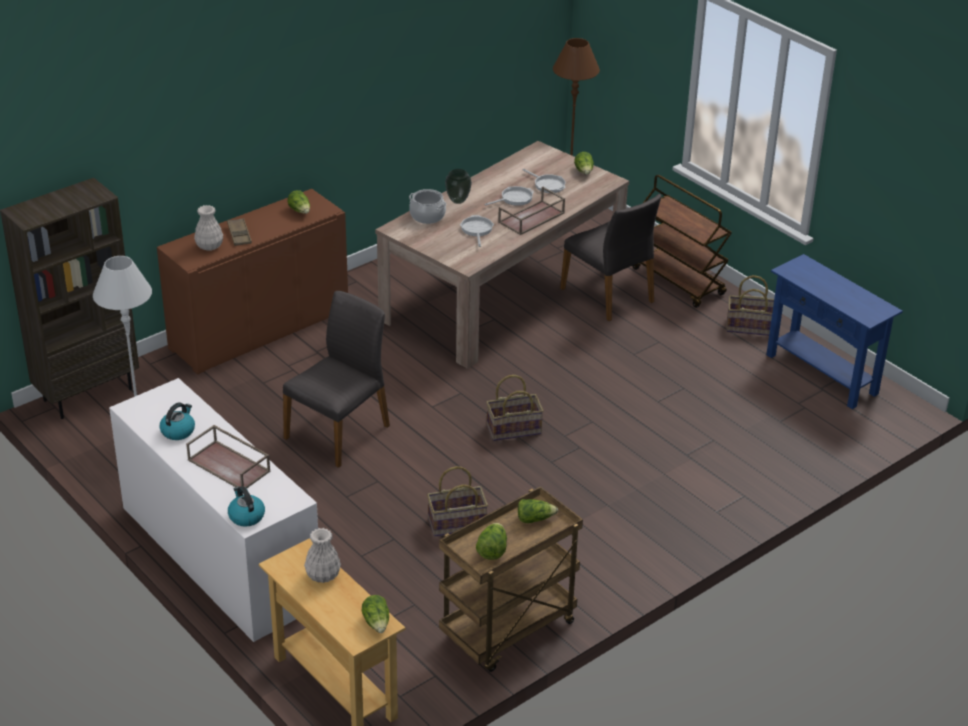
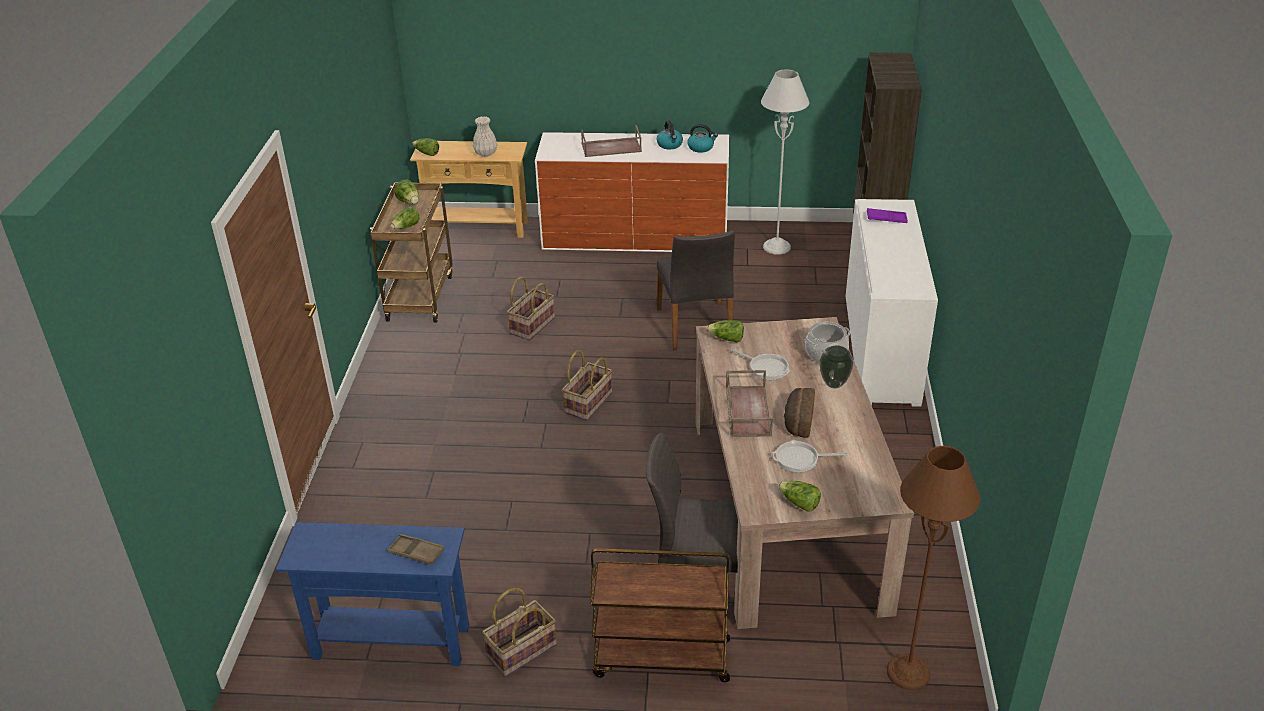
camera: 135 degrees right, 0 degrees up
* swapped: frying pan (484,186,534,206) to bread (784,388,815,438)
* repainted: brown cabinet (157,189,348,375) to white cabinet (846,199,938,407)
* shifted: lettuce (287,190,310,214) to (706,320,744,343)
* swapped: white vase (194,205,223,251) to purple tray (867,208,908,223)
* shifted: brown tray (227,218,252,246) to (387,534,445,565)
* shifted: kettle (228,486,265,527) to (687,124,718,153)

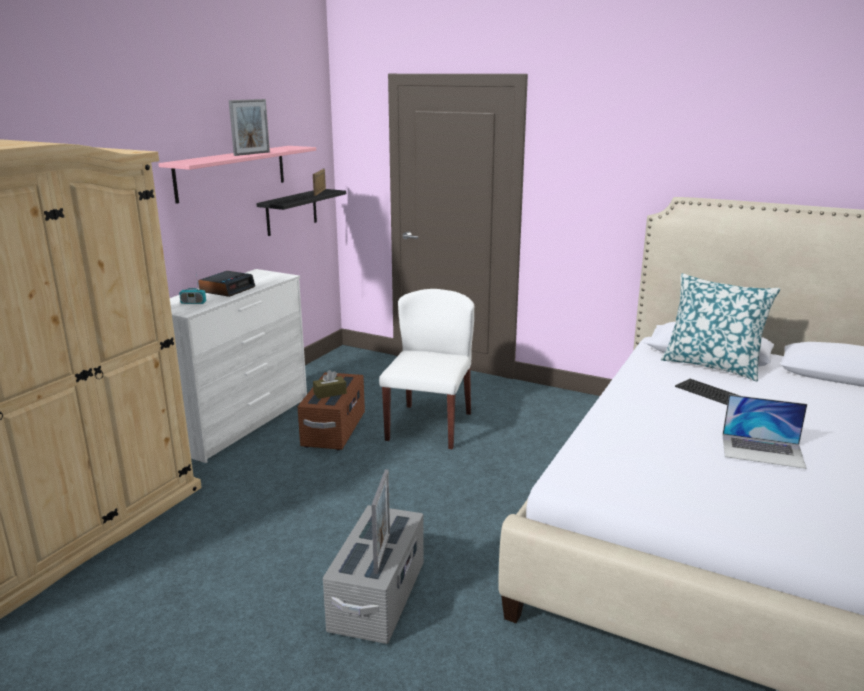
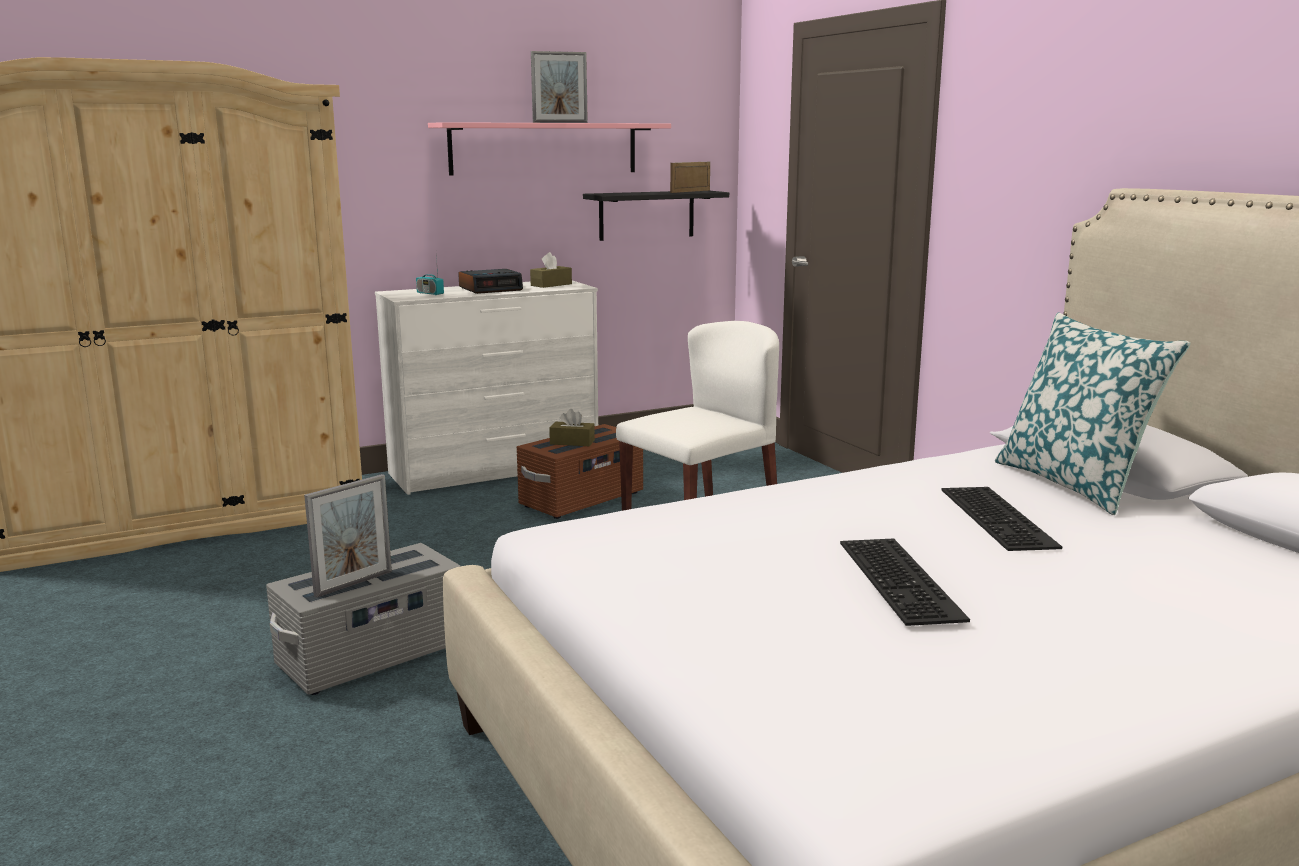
camera: 35 degrees right, 5 degrees down
* swapped: laptop (723,394,807,469) to keyboard (840,538,970,626)
* new: brown tissue box (530,252,572,288)

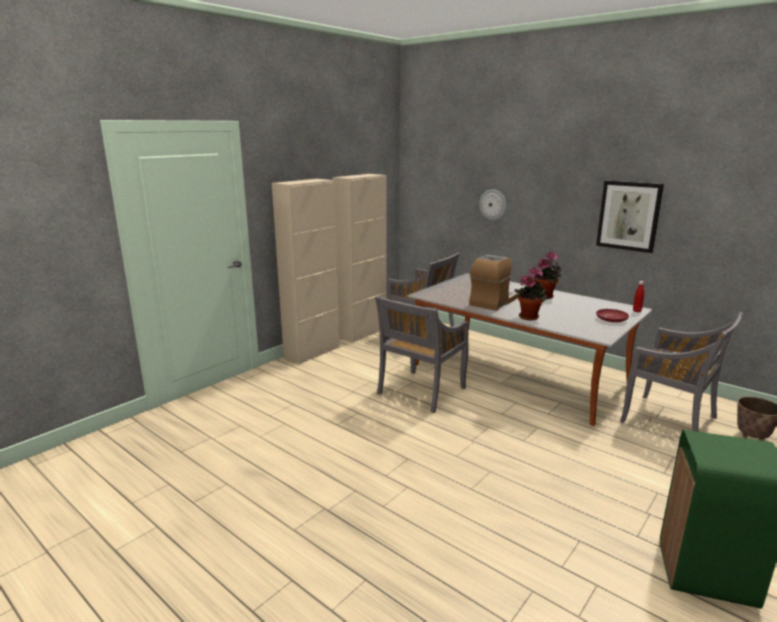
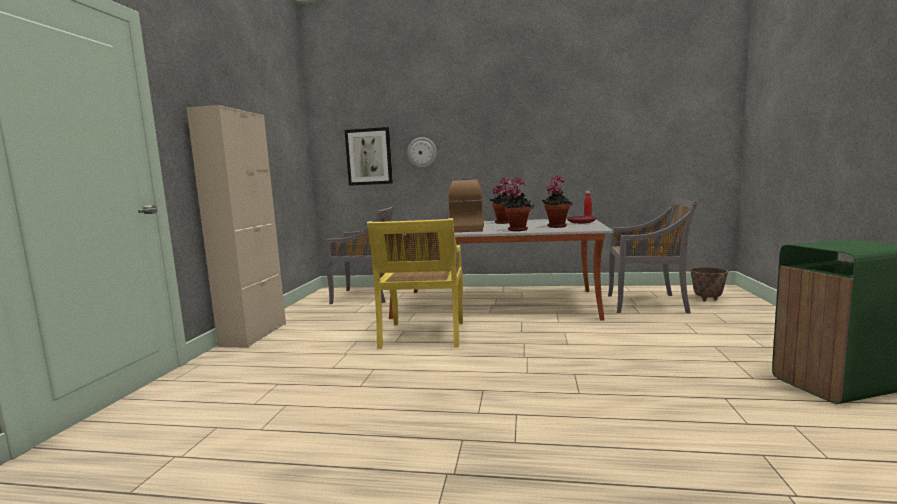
camera: 30 degrees left, 10 degrees down
* gone: beige cabinet (332,174,387,343)
* shifted: picture (596,181,664,253) to (345,127,393,186)
* repainted: grey chair (375,296,469,413) to yellow chair (367,218,463,348)
* new: potted plant (542,175,573,228)

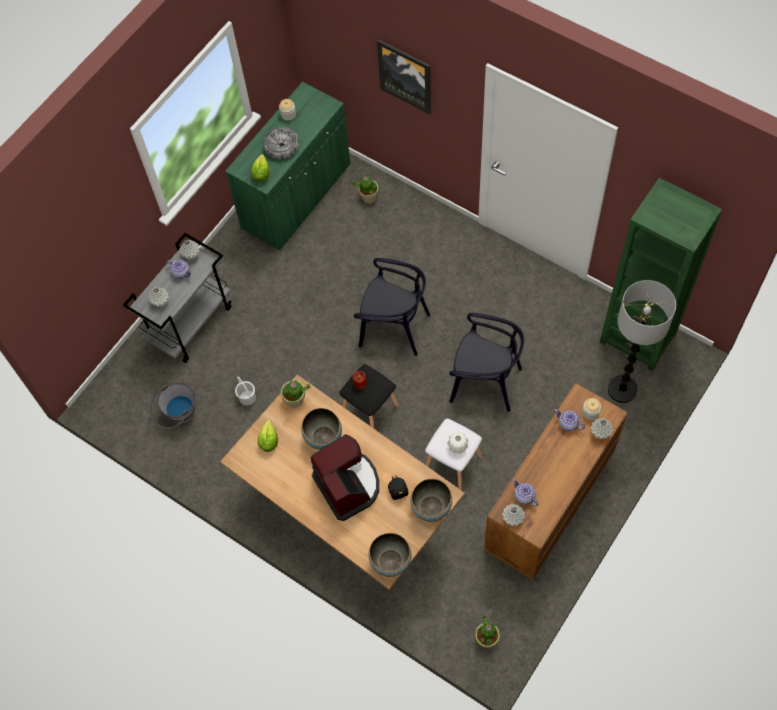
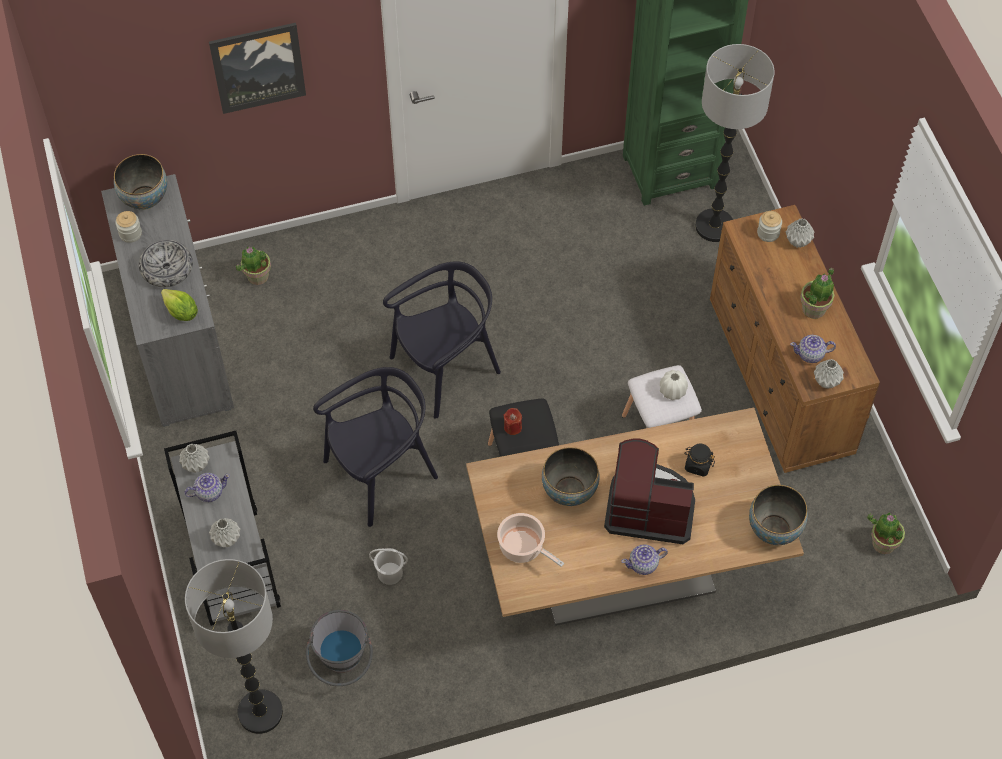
camera: 55 degrees left, 5 degrees down
* repainted: green cabinet (225,82,351,251) to grey cabinet (101,174,234,427)
* shifted: black chair (449,313,524,412) to (313,367,438,527)
* shifted: potted plant (281,380,310,407) to (800,268,834,319)
* shifted: teapot (555,409,585,431) to (621,544,668,575)
* swapped: lettuce (258,420,278,452) to cooking pot (497,513,564,567)
* shifted: bowl (410,479,452,522) to (114,154,167,210)
* new: floor lamp (185,559,283,734)

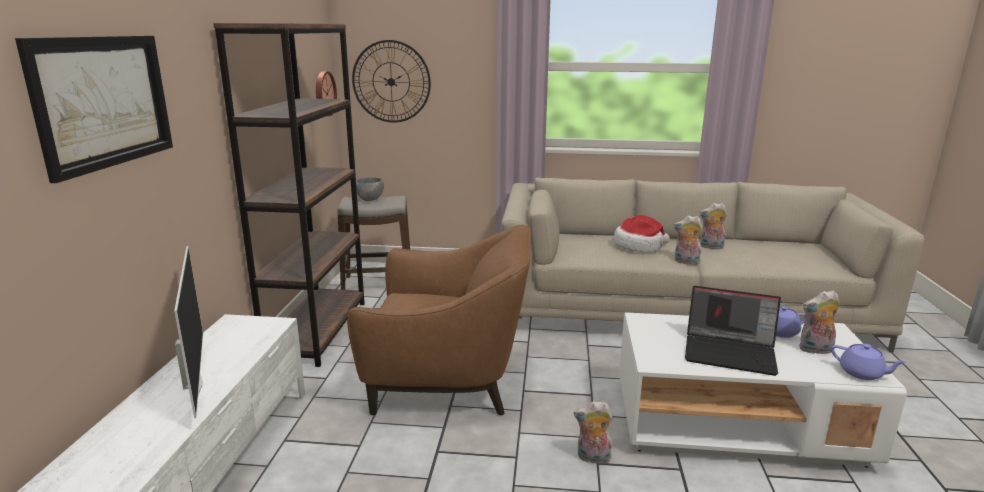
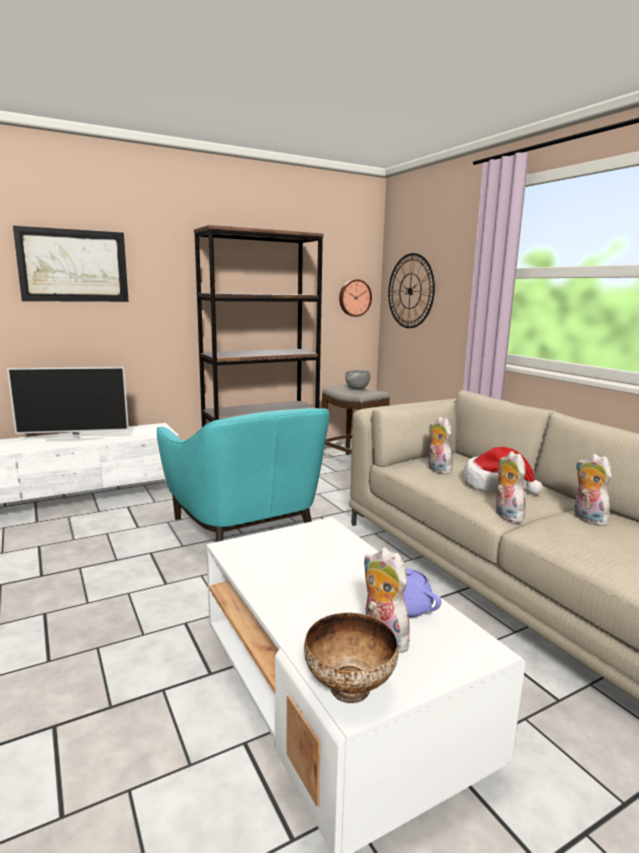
camera: 55 degrees right, 5 degrees down
* repainted: brown armchair (347,225,531,416) to turquoise armchair (157,408,330,542)
* rotated: television (174,246,203,418) = (7,367,129,441) 45 degrees clockwise
* gone: laptop (685,286,781,376)
* swapped: purple teapot (831,344,907,380) to bowl (304,613,399,703)
* shifted: plush toy (574,401,613,464) to (428,417,453,474)

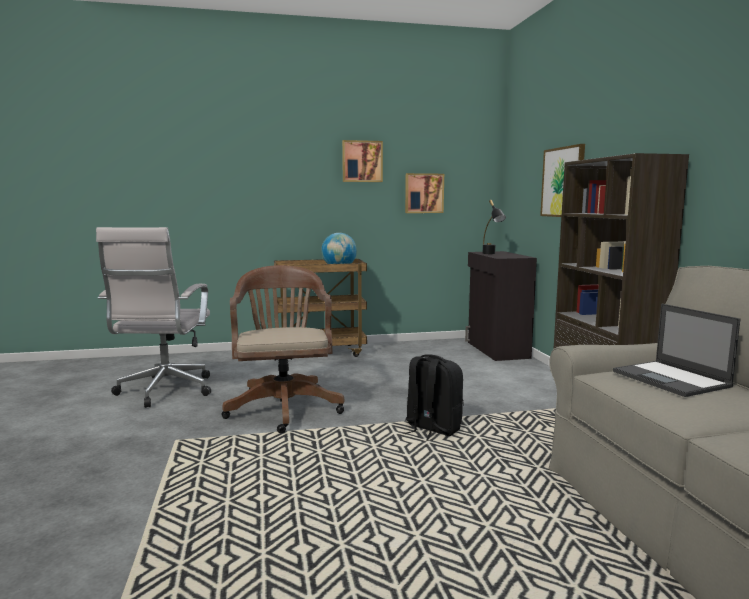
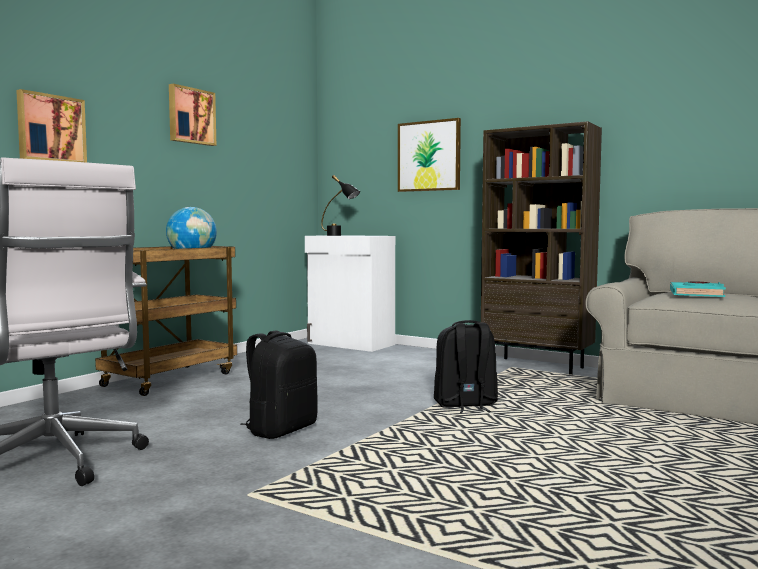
camera: 45 degrees left, 5 degrees down
* shifted: picture (405,173,444,213) to (16,89,87,163)
* repainted: black cabinet (465,251,537,361) to white cabinet (305,235,395,352)
* swapped: brown office chair (222,265,344,433) to black backpack (240,330,318,439)
* swapped: laptop (613,304,740,397) to turquoise book (670,281,726,297)

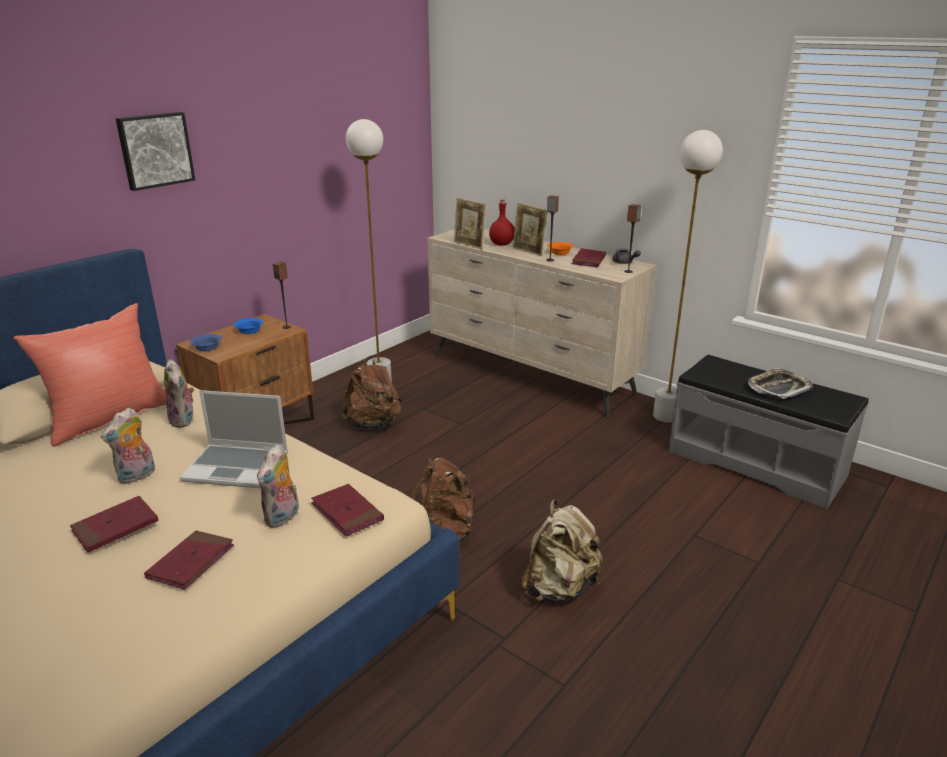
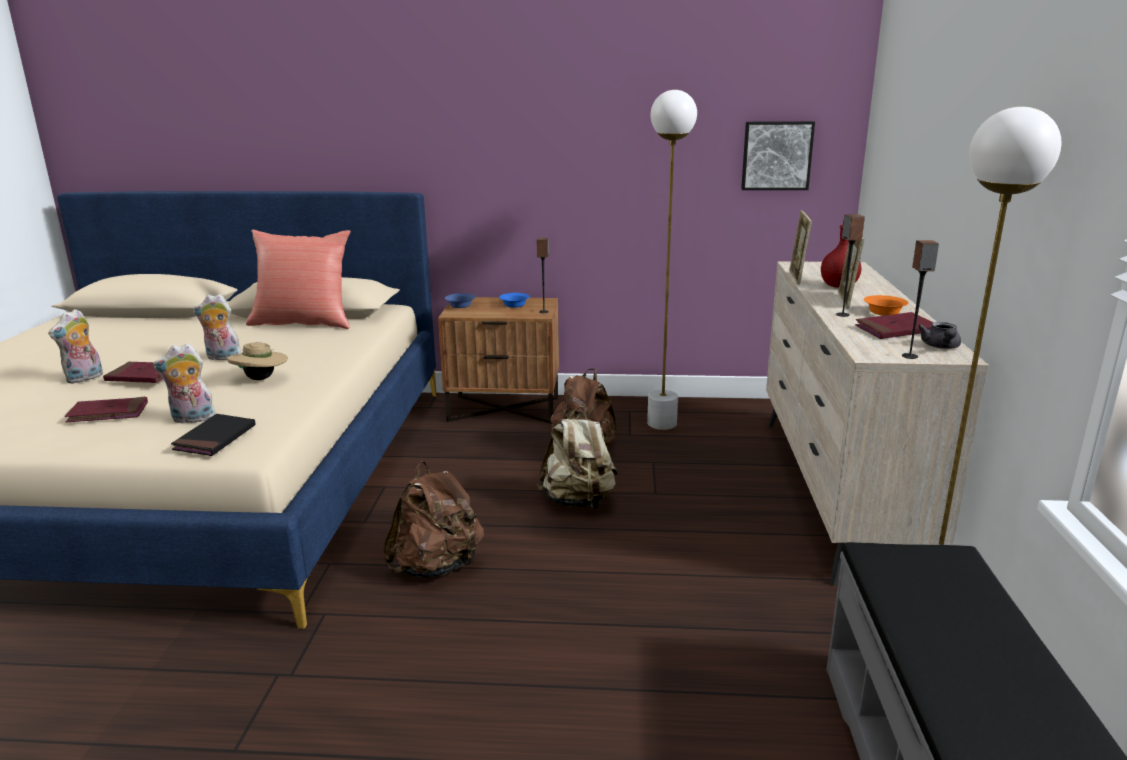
camera: 55 degrees right, 5 degrees down
* shifted: picture (116,112,195,191) to (741,121,815,190)
* shifted: plush toy (164,359,194,428) to (48,309,103,384)
* gone: tray (748,368,813,399)
* swapped: laptop (179,390,288,489) to beige hat (227,343,288,380)
* repainted: red book (311,484,384,537) to black book (171,414,256,456)
* shifted: beige backpack (521,500,603,602) to (536,407,618,509)

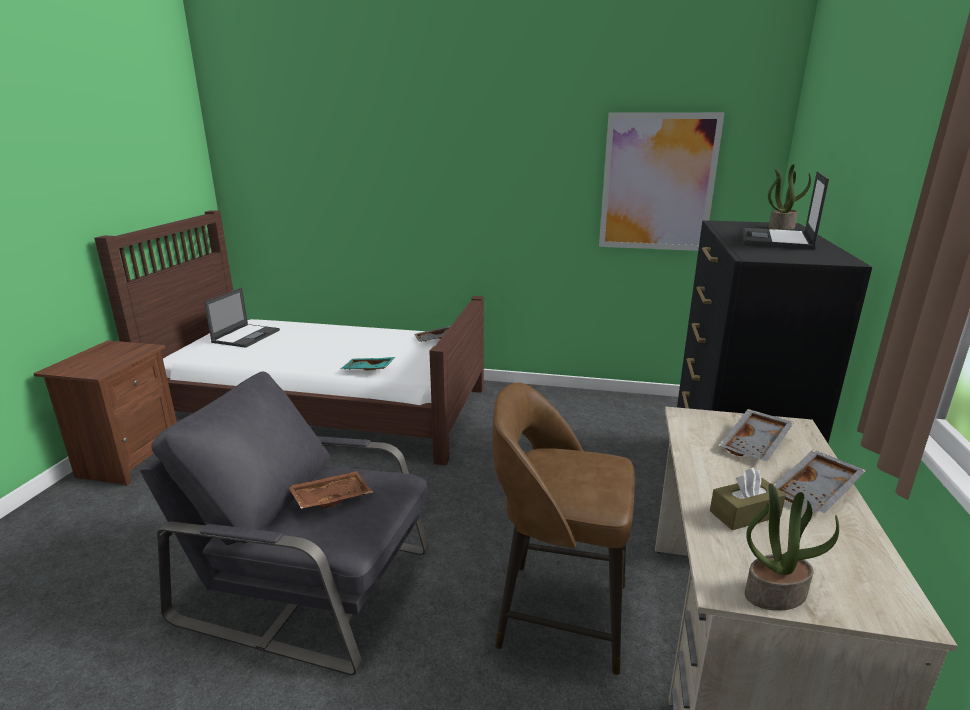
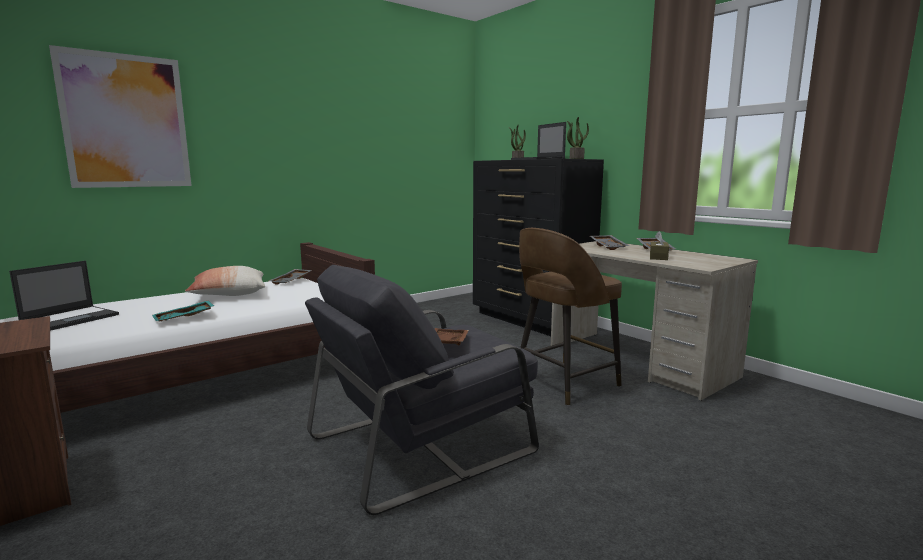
camera: 50 degrees left, 10 degrees down
* shifted: picture (599,112,725,251) to (49,45,192,188)
* rotated: laptop (204,287,280,348) = (9,261,119,331) 60 degrees clockwise
* shifted: turquoise tray (340,357,395,371) to (152,301,214,322)
* shifted: potted plant (745,483,839,611) to (567,117,589,159)
* new: pillow (185,266,265,296)

